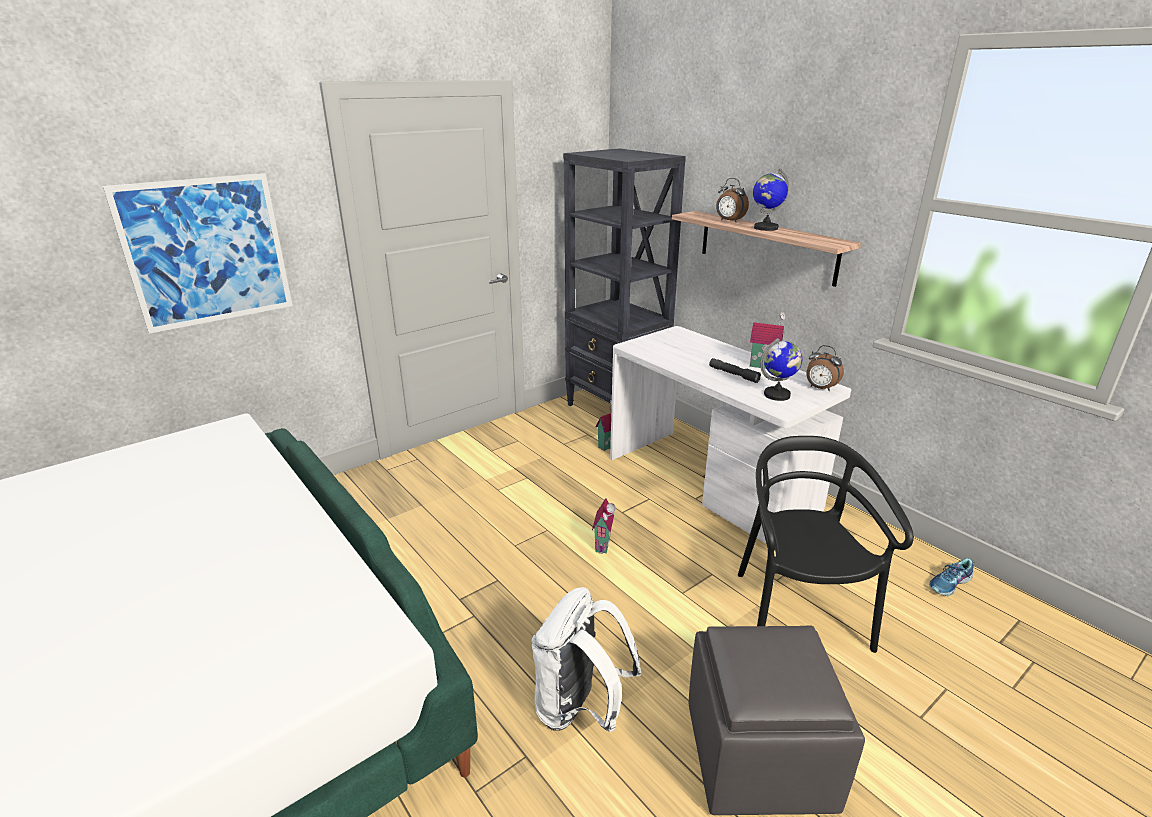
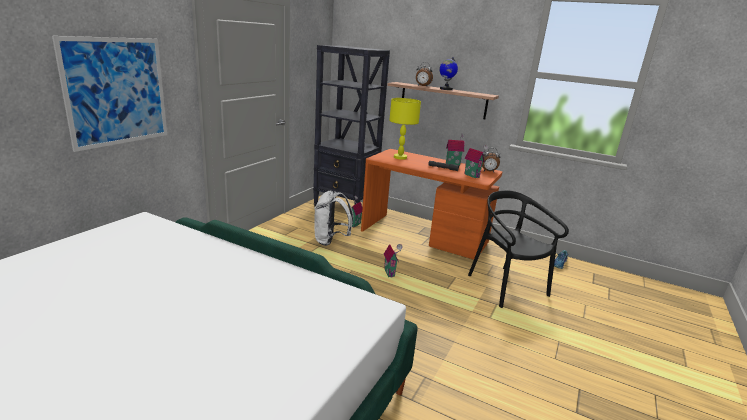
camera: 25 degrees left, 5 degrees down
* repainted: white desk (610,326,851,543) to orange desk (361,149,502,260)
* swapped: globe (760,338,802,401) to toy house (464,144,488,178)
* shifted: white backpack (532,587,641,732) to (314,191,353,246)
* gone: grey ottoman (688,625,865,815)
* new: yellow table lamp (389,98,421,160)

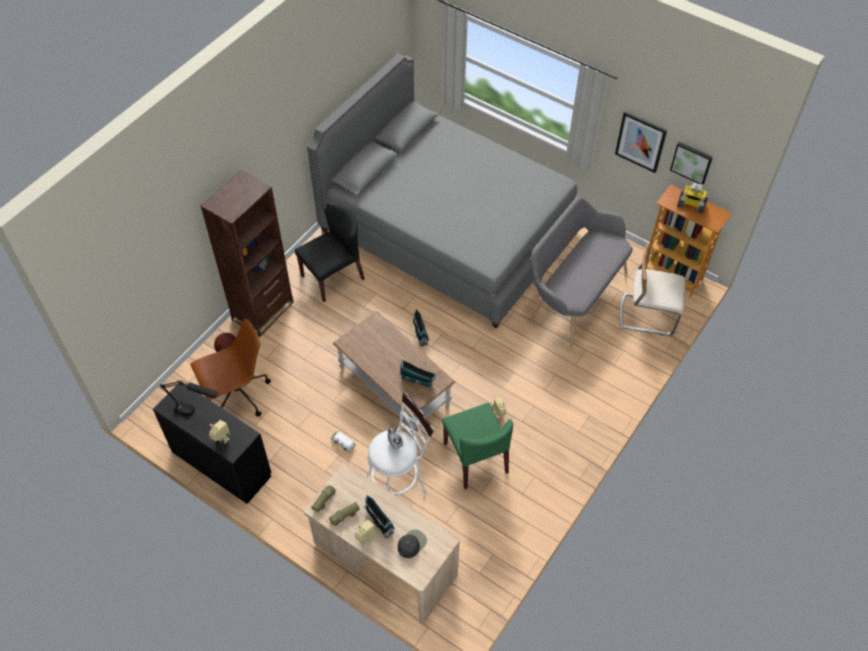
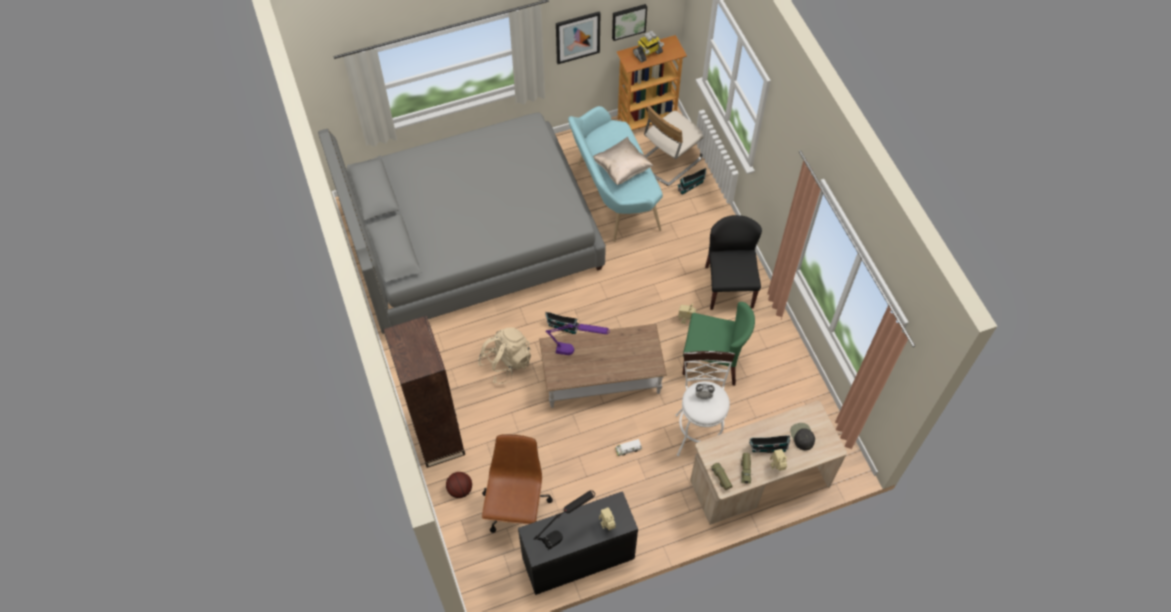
camera: 55 degrees left, 5 degrees up
* repainted: grey bench (530,196,633,348) to turquoise bench (568,106,663,242)
* shifted: black chair (295,205,365,302) to (705,215,762,310)
* shifted: toy house (400,360,436,387) to (677,168,706,195)
* new: beige pillow (593,137,653,185)
* new: purple table lamp (545,323,610,355)
* new: beige backpack (478,327,531,384)

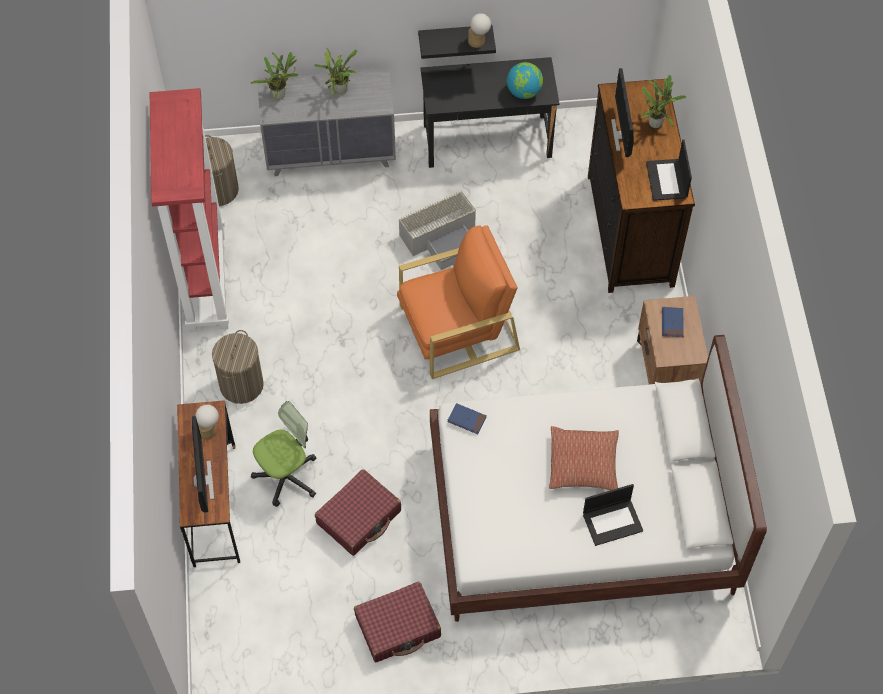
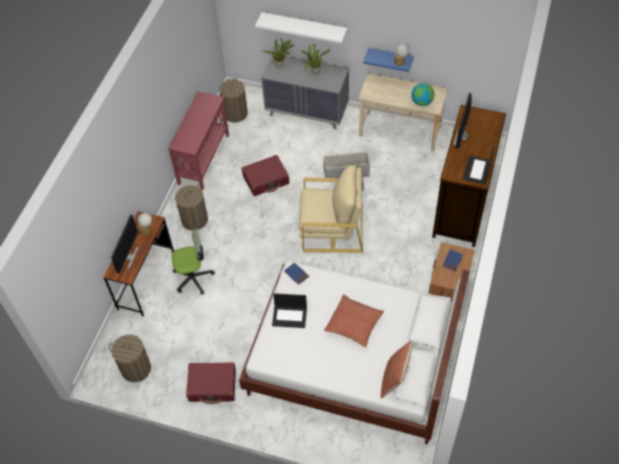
camera: 25 degrees right, 5 degrees down
* repainted: black shelf (418,25,496,59) to blue shelf (363,48,414,72)
* repainted: black desk (420,57,560,168) to beige desk (358,73,448,152)
* gone: potted plant (641,75,686,128)
* swapped: red bookcase (150,88,229,332) to red console table (168,92,229,190)
* repainted: orange armchair (397,225,520,379) to beige armchair (299,165,363,253)
* shifted: red suitcase (315,469,401,556) to (242,155,289,196)
* shifted: laptop (583,484,643,546) to (272,293,307,328)
* new: white shelf (255,12,348,43)
* new: laundry basket (109,335,151,382)
* new: pillow (381,341,412,398)

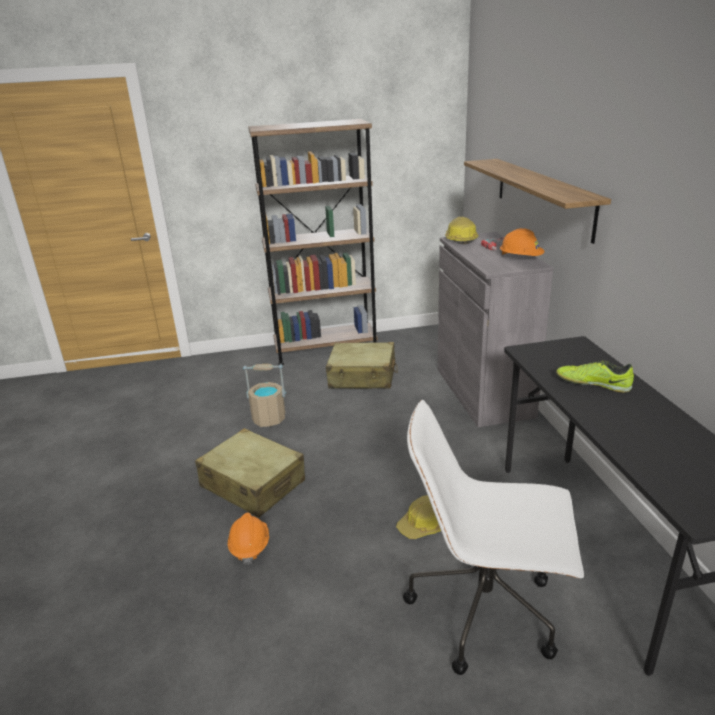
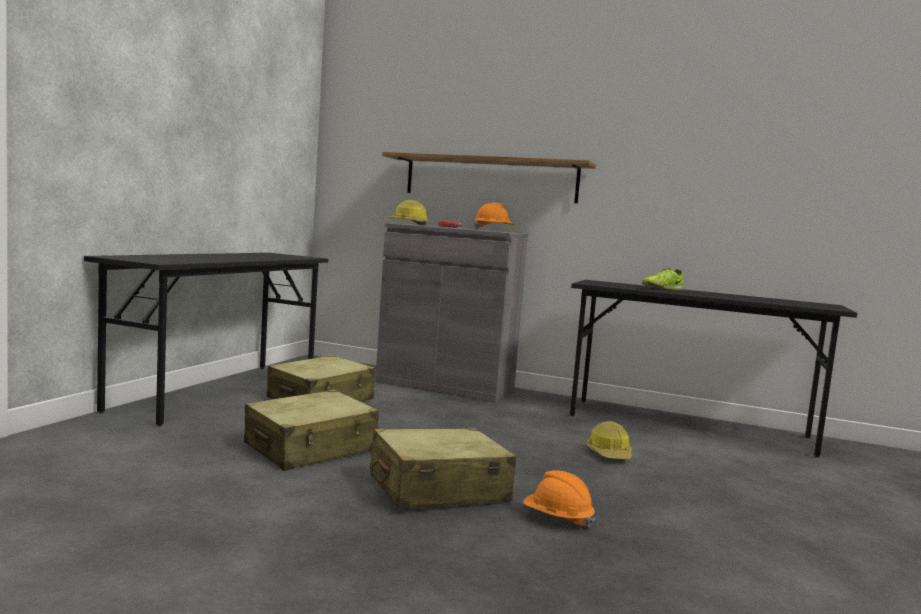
camera: 60 degrees left, 20 degrees down
* swapped: brown bookcase (248,119,378,365) to black desk (84,253,328,427)
* swapped: beige bucket (243,364,286,427) to beige suitcase (244,390,379,471)
* gone: white office chair (403,400,584,675)

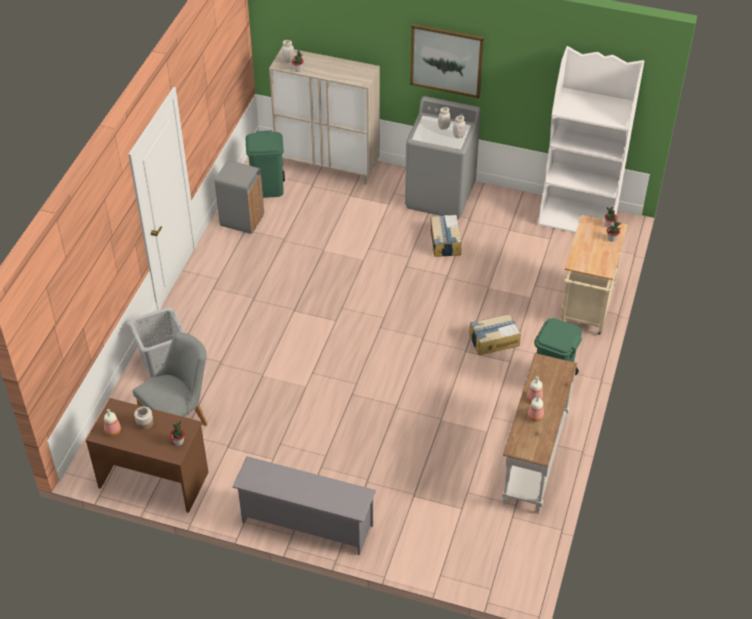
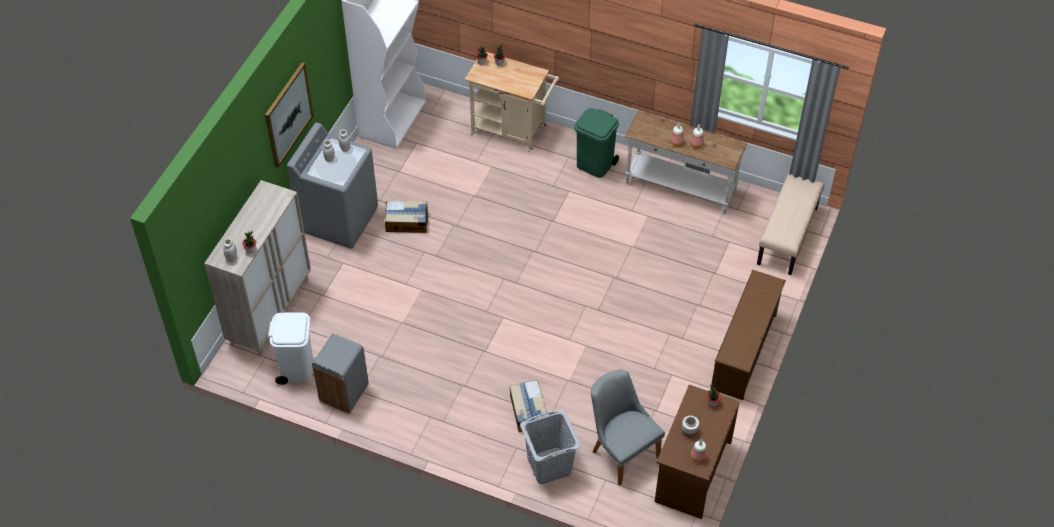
camera: 85 degrees left, 5 degrees up
* repainted: green trash can (245,130,285,198) to white trash can (268,313,313,385)
* shifted: cardboard box (469,314,521,355) to (510,380,546,432)
* repainted: grey shoe rack (232,456,376,555) to brown shoe rack (710,270,786,400)
* new: beige bench (757,173,824,275)

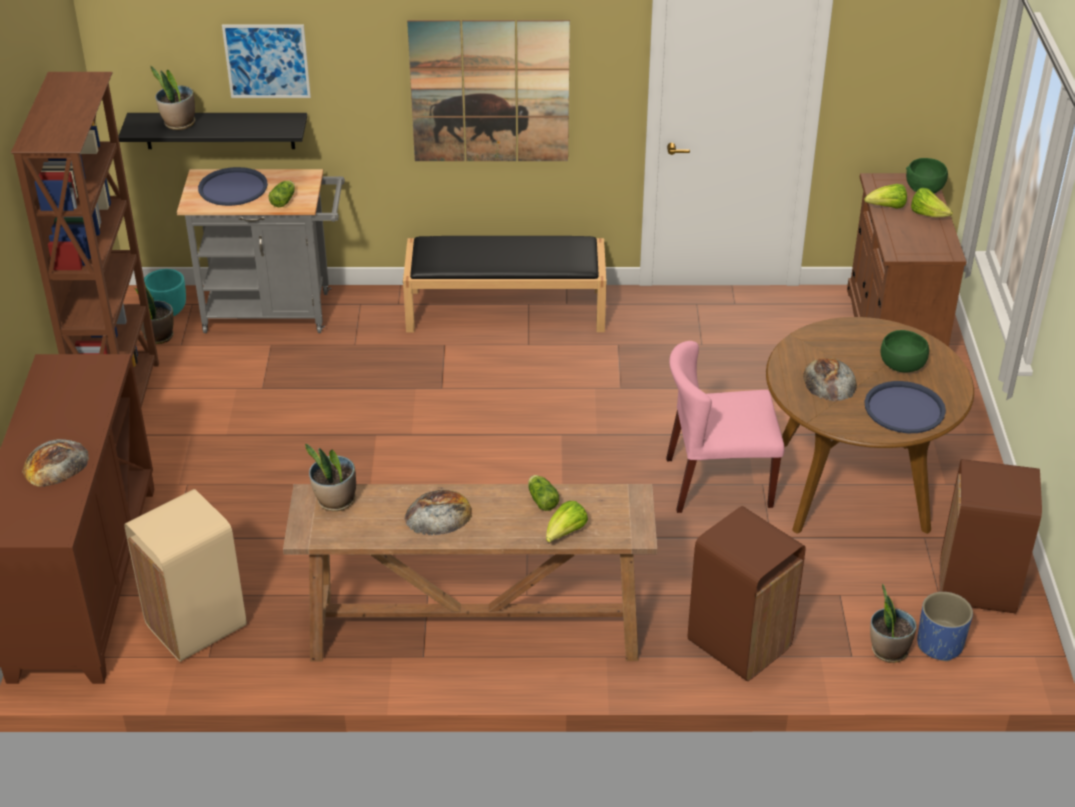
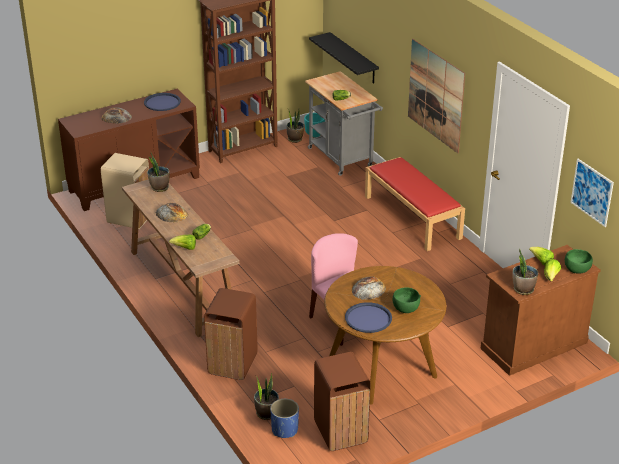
camera: 60 degrees right, 5 degrees down
* shifted: picture (222,24,311,98) to (571,159,614,227)
* shifted: potted plant (150,66,195,130) to (512,248,538,295)
* shifted: blue tray (198,167,268,206) to (144,93,181,111)
* repainted: black bench (403,236,606,332) to red bench (365,157,465,251)

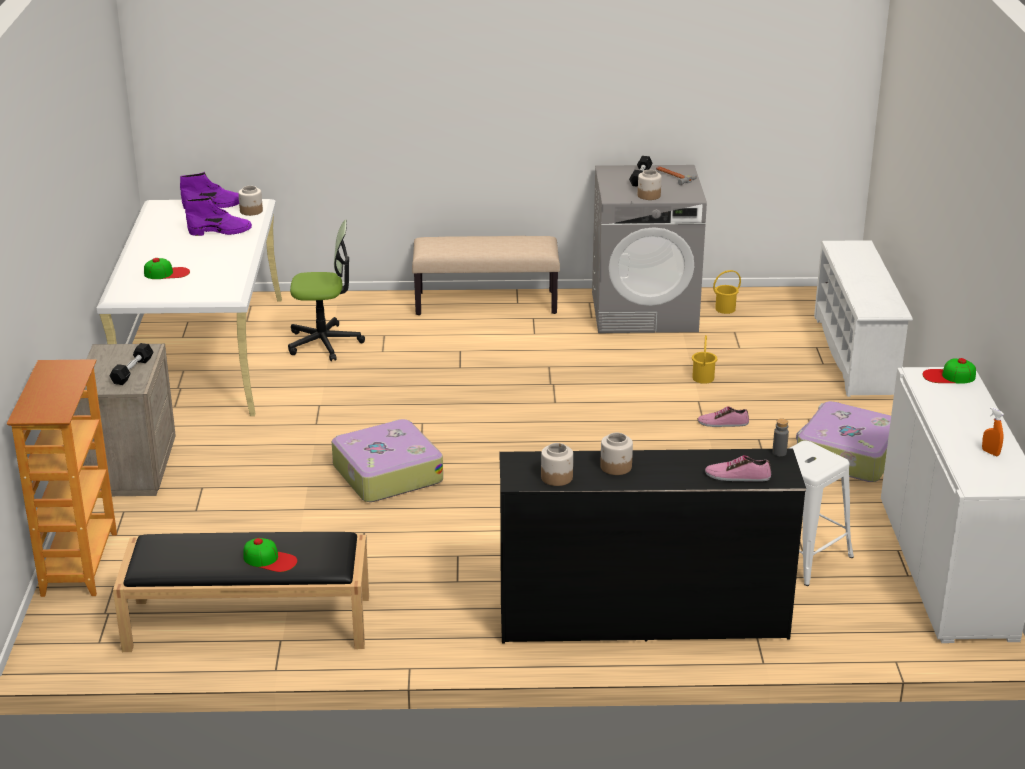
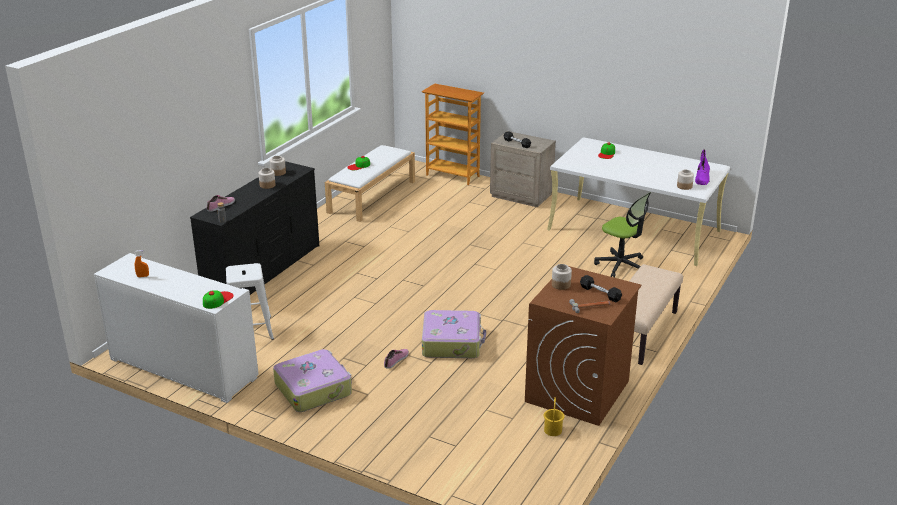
camera: 120 degrees right, 0 degrees up
* repainted: grey washing machine (592,165,707,333) to brown washing machine (525,266,642,426)
* gone: purple boot (185,196,252,236)
* rotated: office chair (288,220,365,361) = (594,192,651,278) 75 degrees counterclockwise
* gone: white shoe rack (814,240,913,397)
* gone: yellow bucket (692,335,717,384)
* shifted: suitcase (332,419,443,502) to (422,310,486,358)
* repainted: black bench (113,532,369,652) to white bench (325,145,415,222)

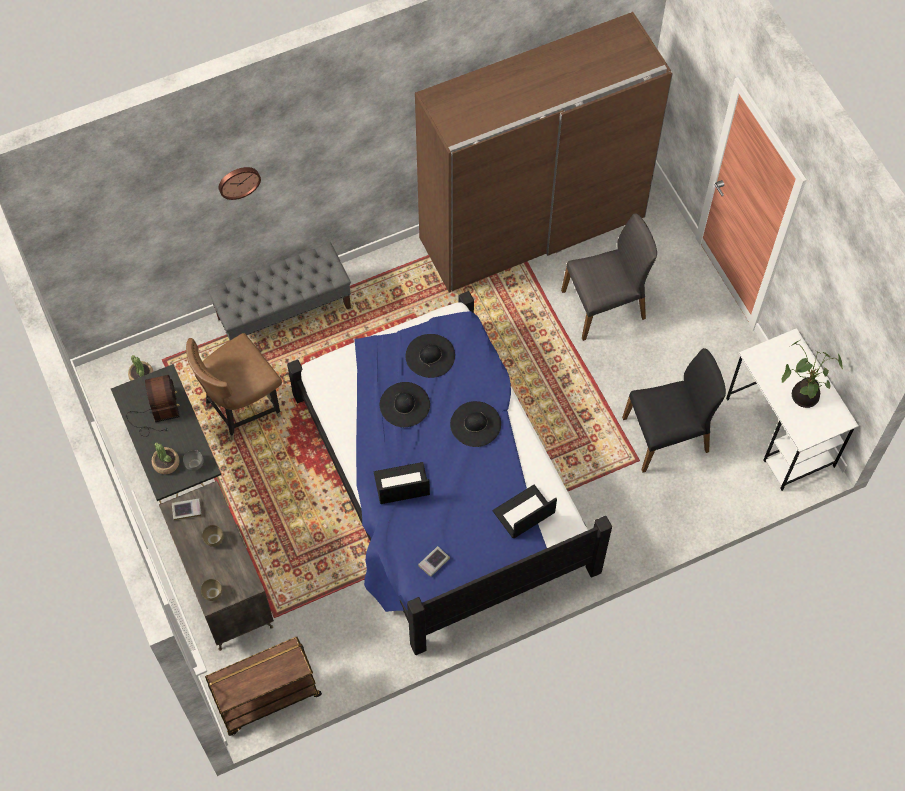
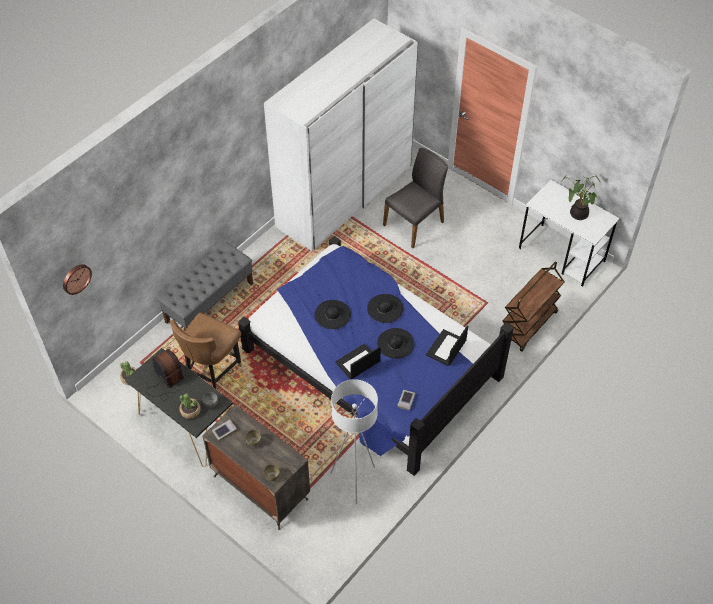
camera: 25 degrees left, 10 degrees down
* repainted: brown wardrobe (415,12,673,293) to white wardrobe (264,18,418,252)
* shifted: wall clock (219,167,261,200) to (63,264,92,295)
* shifted: black hat (406,334,455,378) to (377,328,414,359)
* gone: black chair (622,348,726,473)
* shifted: brown cart (205,637,322,736) to (502,261,565,352)
* new: white floor lamp (331,379,378,505)

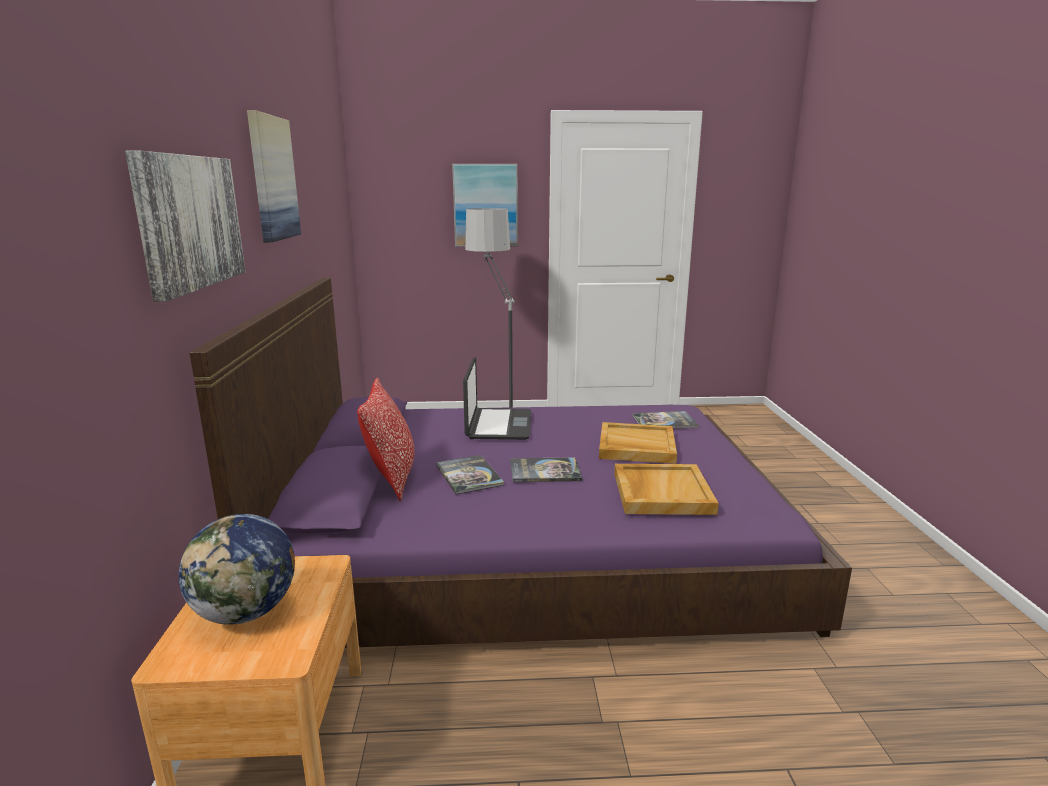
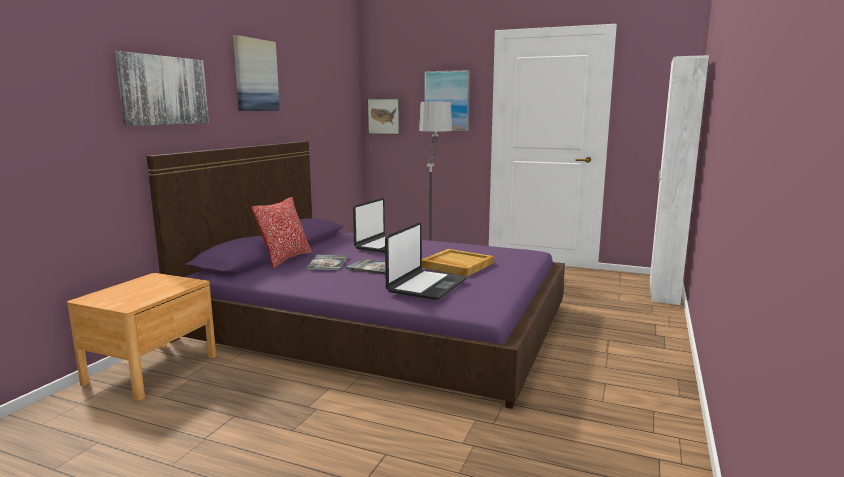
camera: 25 degrees right, 5 degrees down
* gone: book (632,411,699,429)
* swapped: beige tray (614,464,719,515) to laptop (385,222,467,300)
* gone: globe (179,514,295,625)
* new: white wardrobe (650,55,709,305)
* new: picture (367,98,401,134)

